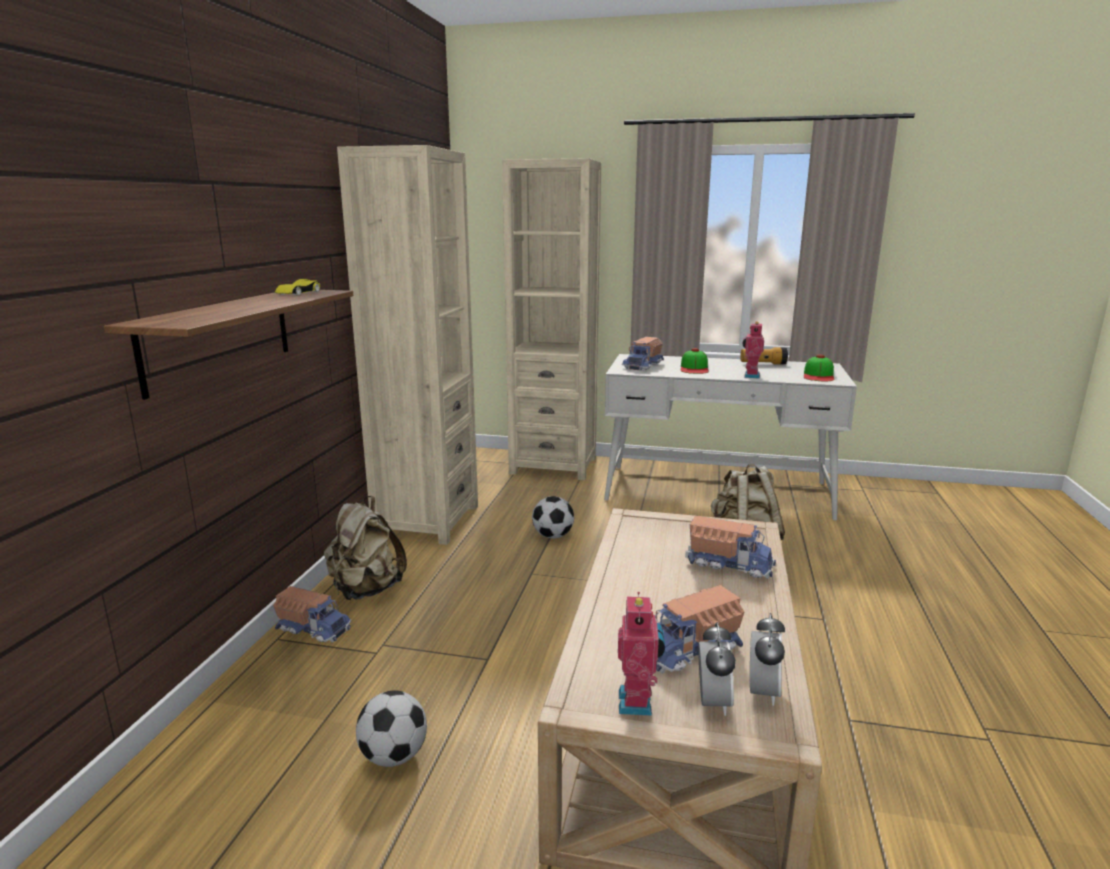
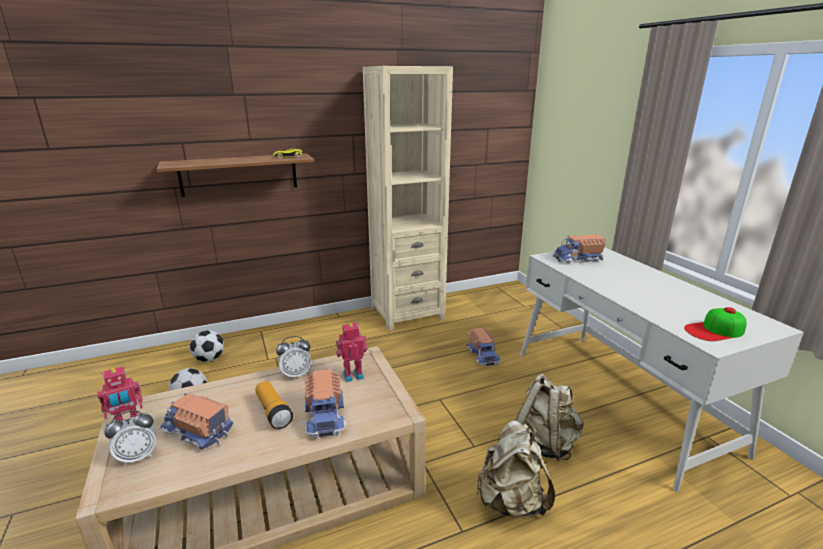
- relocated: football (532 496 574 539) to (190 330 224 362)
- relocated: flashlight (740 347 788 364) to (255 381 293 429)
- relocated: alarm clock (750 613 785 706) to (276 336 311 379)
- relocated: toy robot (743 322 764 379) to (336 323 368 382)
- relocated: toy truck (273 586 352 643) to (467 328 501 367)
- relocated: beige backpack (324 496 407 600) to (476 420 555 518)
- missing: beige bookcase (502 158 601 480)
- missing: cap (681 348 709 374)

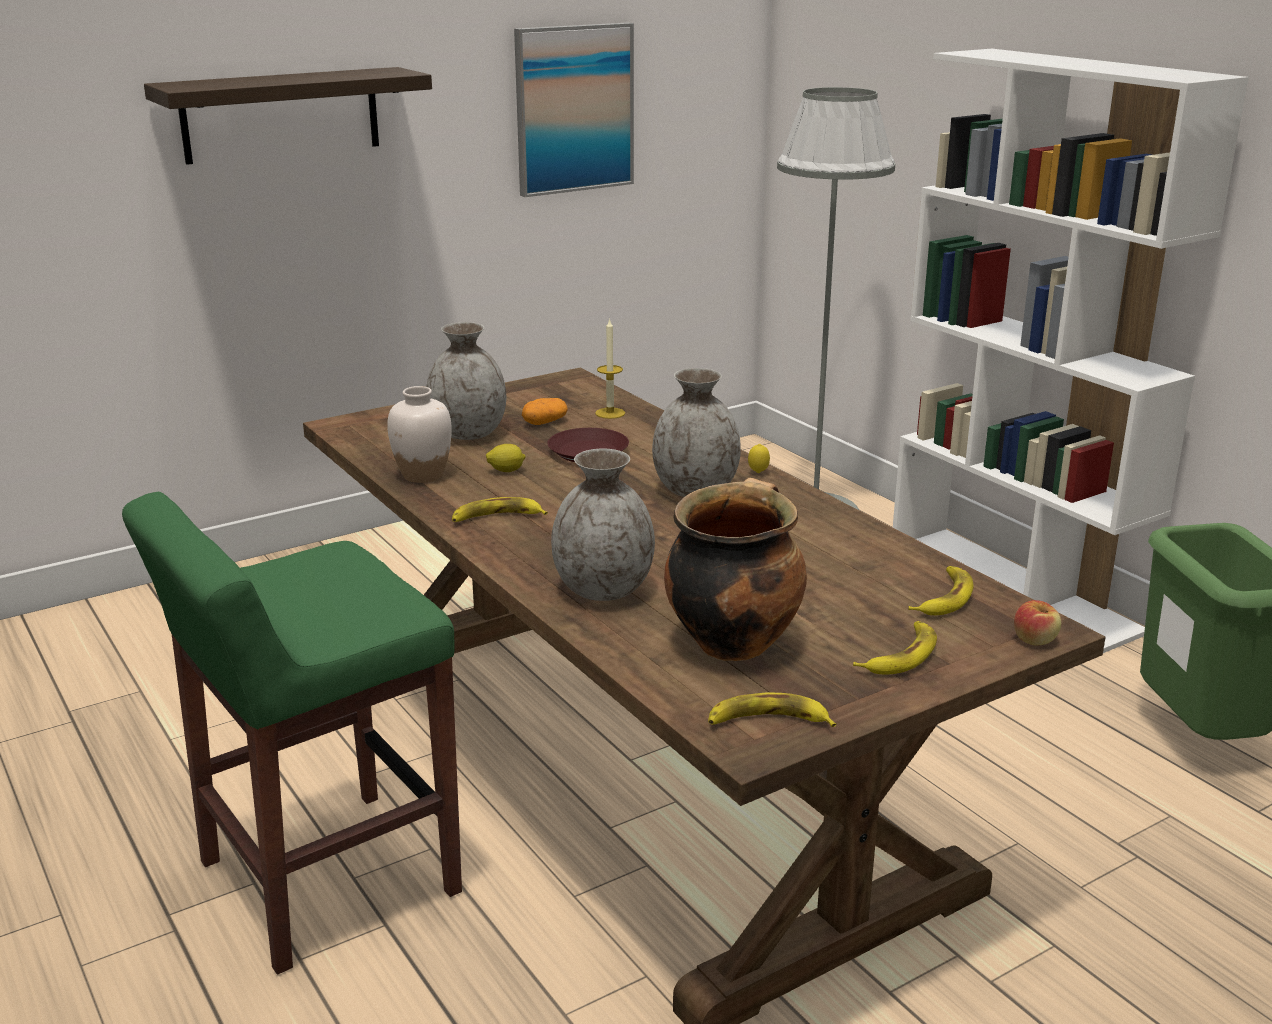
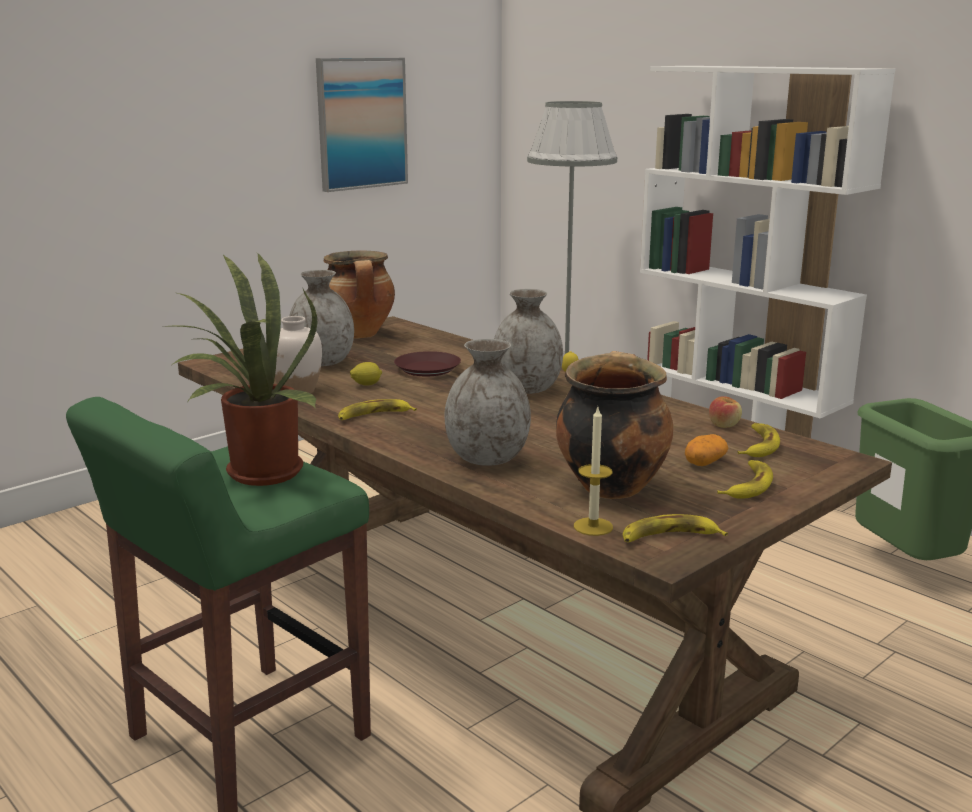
- appeared: potted plant (162 253 317 486)
- appeared: cooking pot (324 250 395 338)
- relocated: candle (595 318 625 419) to (574 407 613 536)
- relocated: potato (522 398 568 425) to (685 434 728 466)
- relocated: apple (1014 600 1061 645) to (709 396 742 428)
- missing: shelf (144 67 432 165)

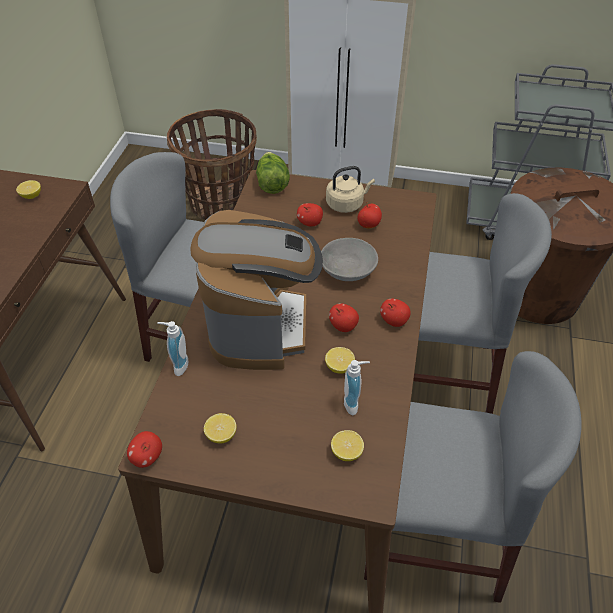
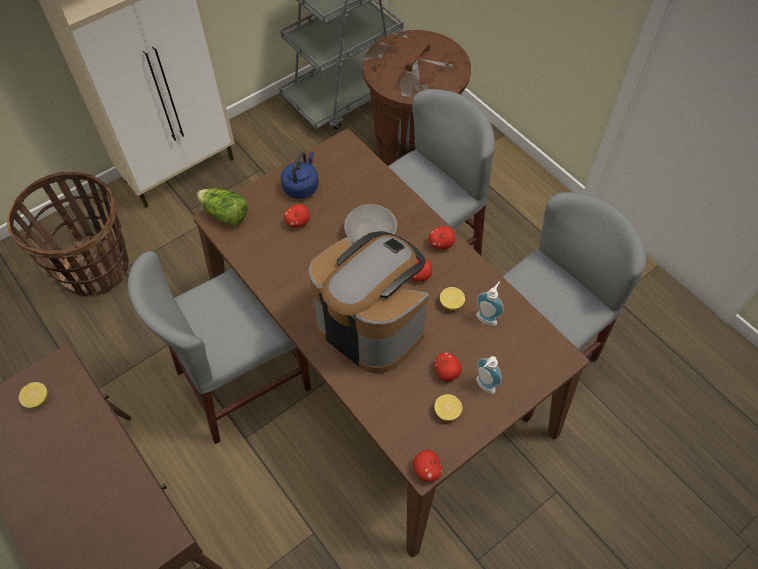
- colour: beige kettle (326 166 375 213) to blue kettle (281 151 319 199)
- relocated: apple (358 202 382 228) to (434 352 462 381)
- relocated: soap dispenser (157 321 189 376) to (476 356 502 394)
- missing: lemon (331 430 364 461)

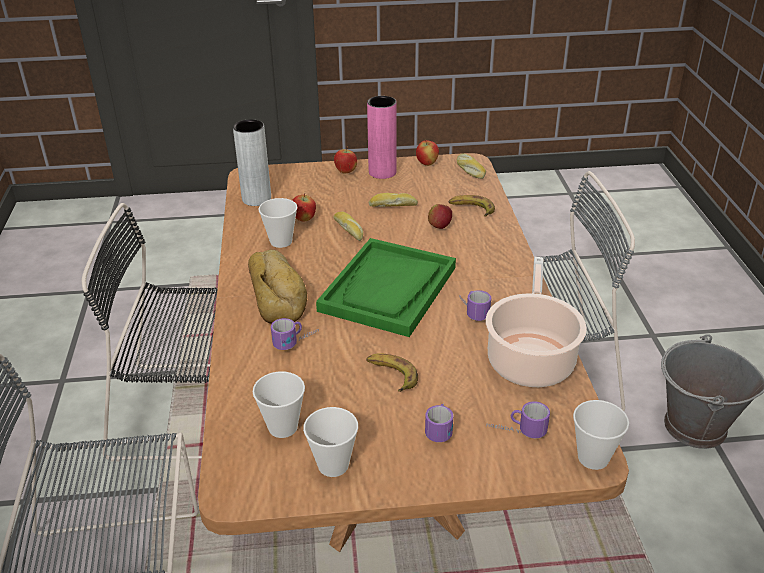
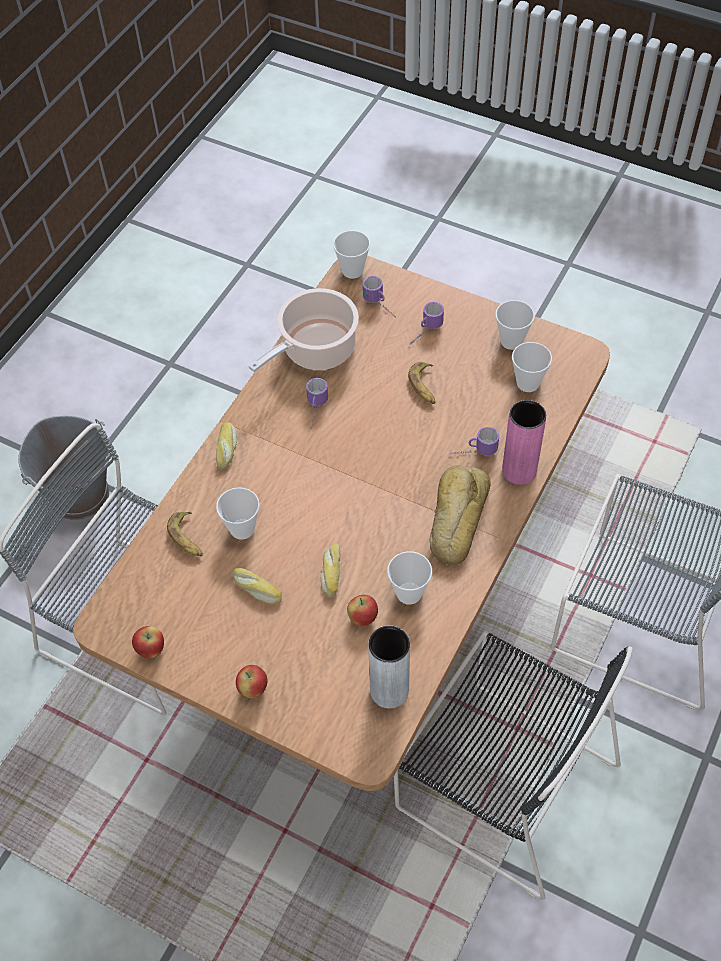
- relocated: bread (457 154 486 179) to (216 422 237 470)
- exchanged: apple (428 204 452 229) to cup (216 487 260 540)
- relocated: pink vase (367 96 397 179) to (502 400 547 485)
- missing: green tray (316 238 456 337)

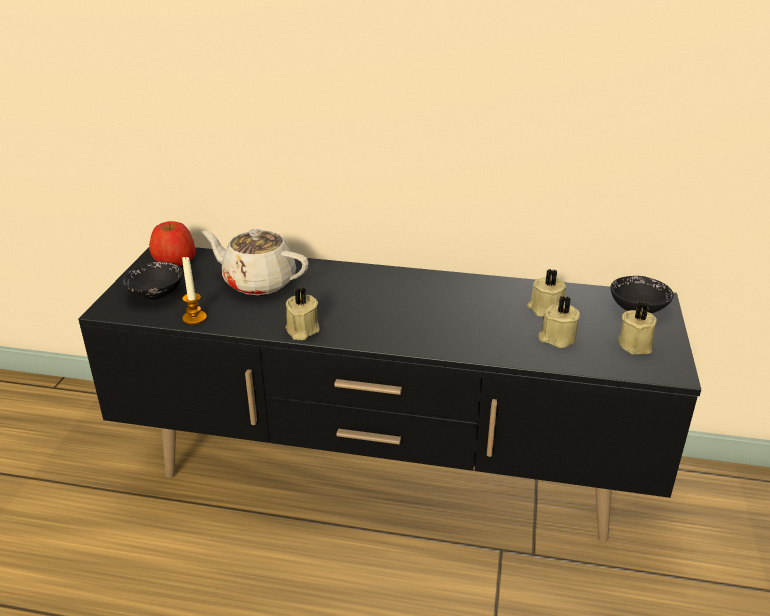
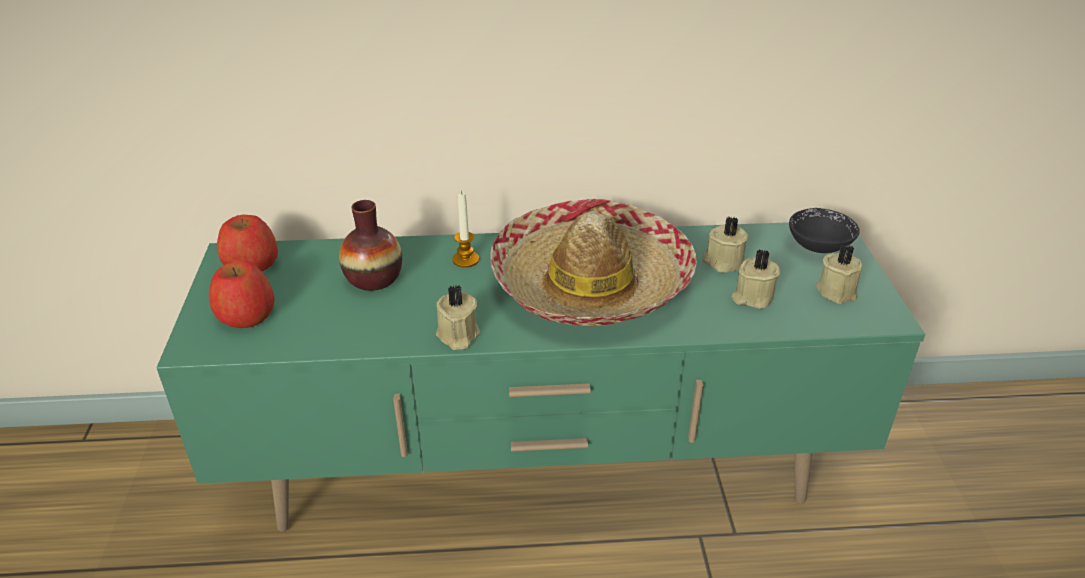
- colour: black tv stand (78 247 701 543) to green tv stand (156 222 925 532)
- exchanged: black bowl (122 262 183 299) to apple (208 260 274 328)
- exchanged: beige teapot (201 229 309 295) to vase (339 200 402 291)
- relocated: candle (182 256 207 325) to (452 191 479 268)
- appeared: hat (490 199 697 326)

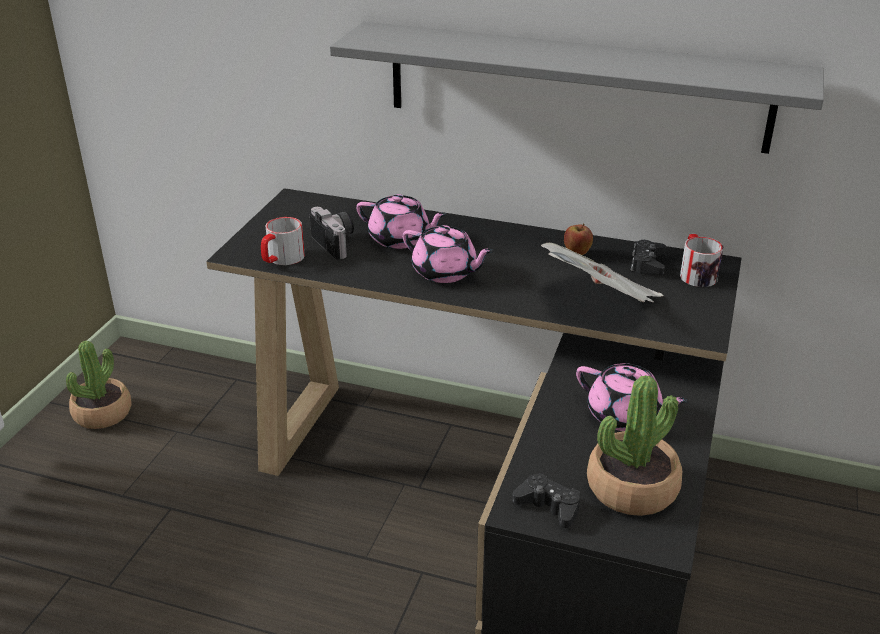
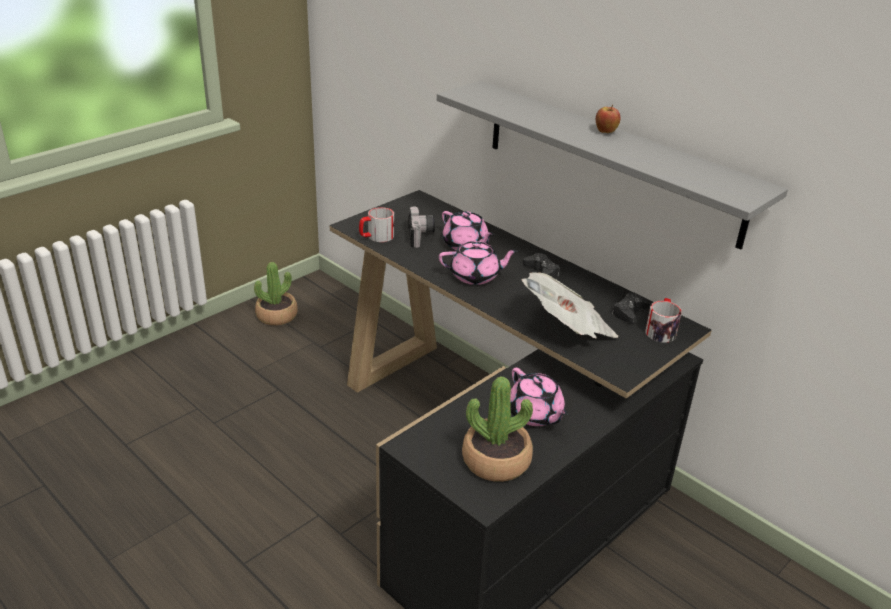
- spun: pink teapot (402 225 494 283) = (439 241 518 285) 60 degrees counterclockwise
- relocated: black game controller (512 473 580 528) to (523 253 559 278)
- relocated: apple (564 223 593 255) to (596 105 620 133)

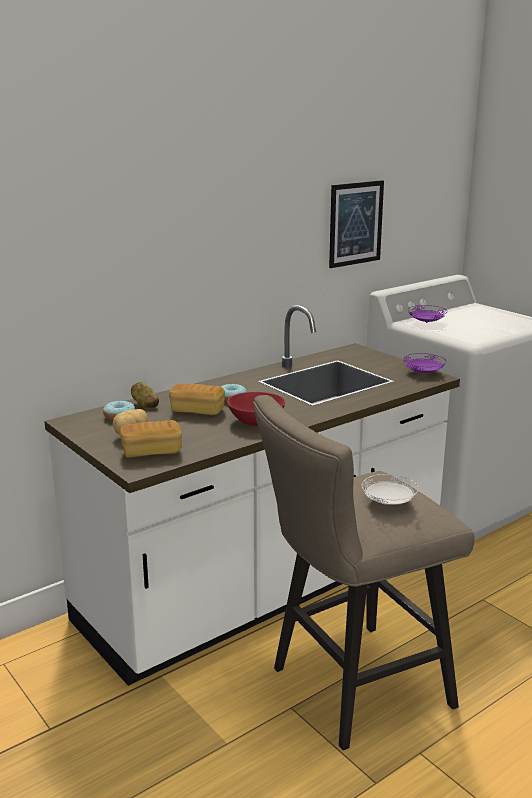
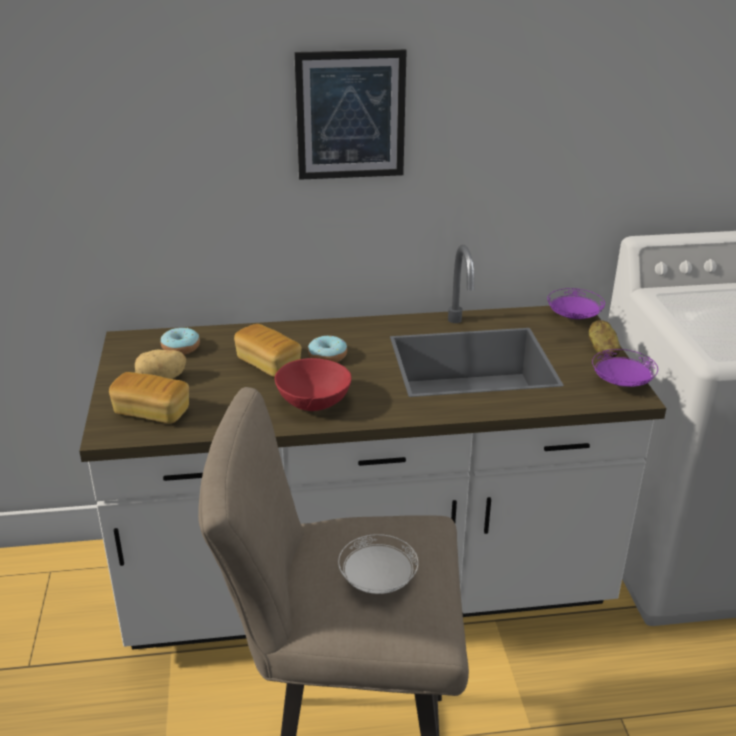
- relocated: picture (329 180 384 268) to (294 49 407 180)
- relocated: purple plate (408 305 448 323) to (547 288 605 319)
- relocated: potato (131 382 159 408) to (589 320 620 358)

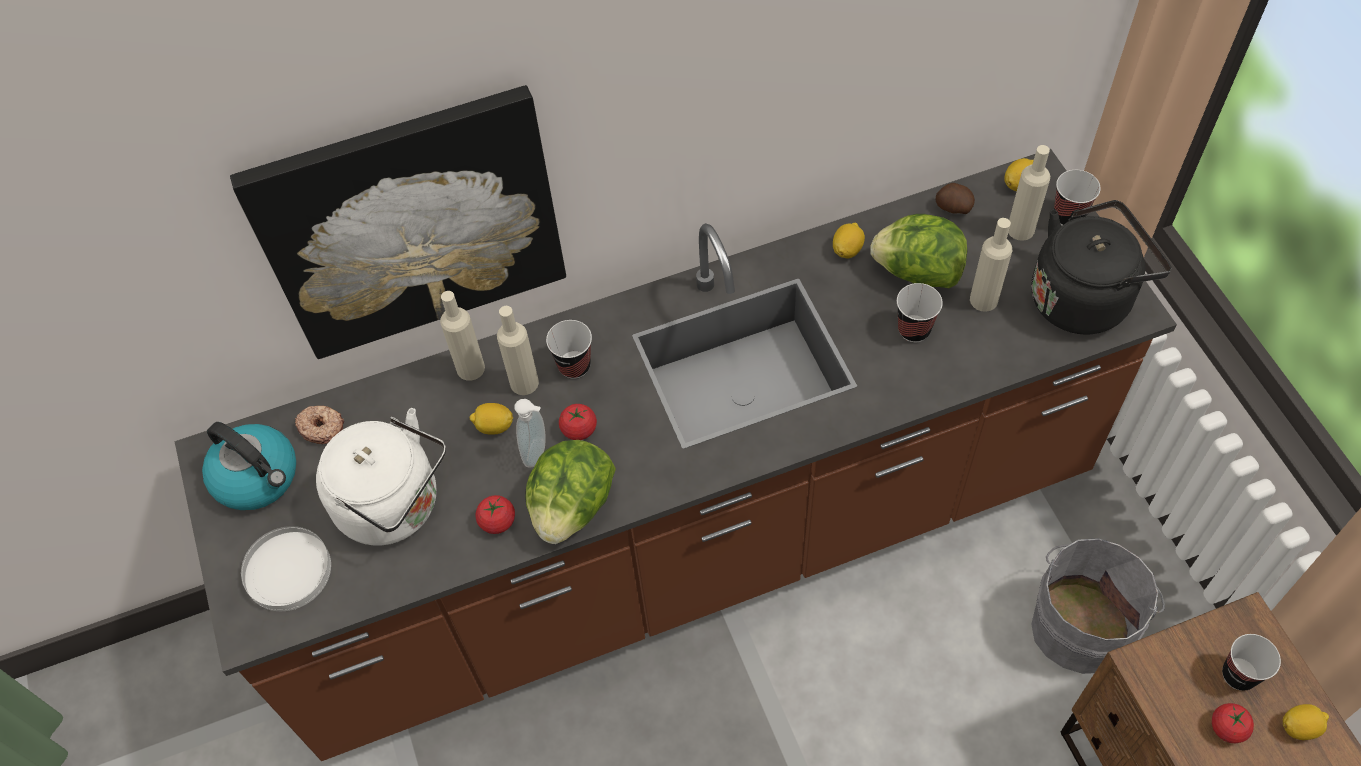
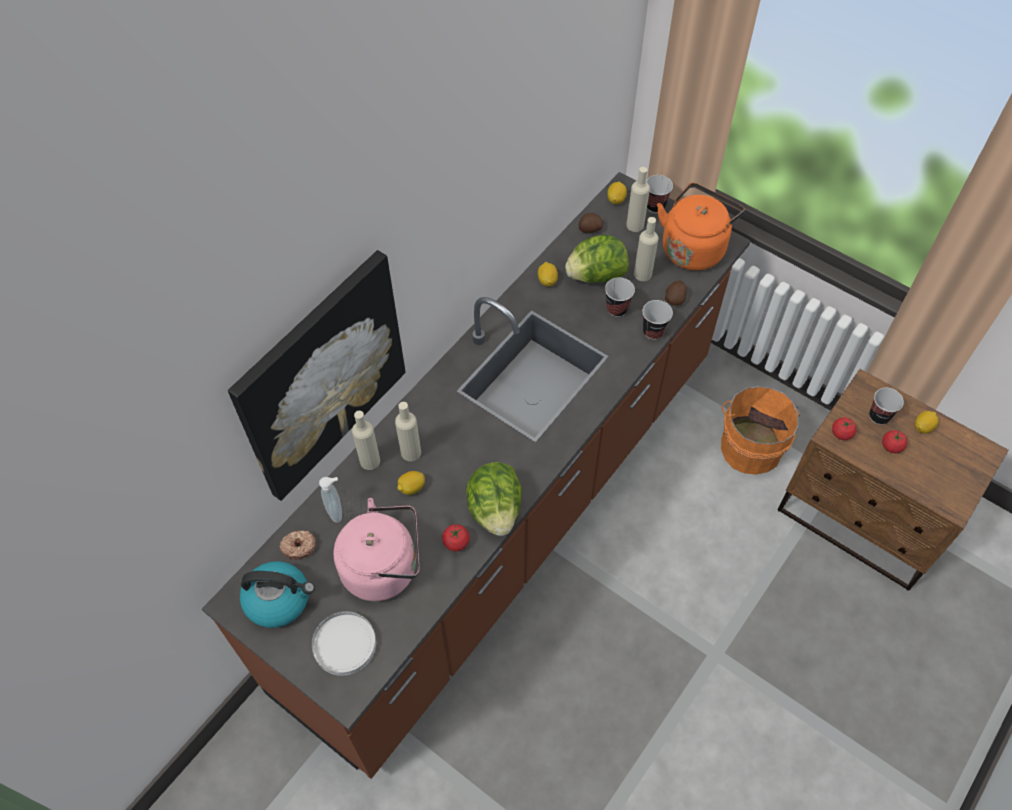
- relocated: soap dispenser (515 399 546 467) to (319 477 342 523)
- colour: white kettle (316 408 446 546) to pink kettle (333 498 420 601)
- relocated: cup (546 320 592 379) to (642 300 673 340)
- colour: black kettle (1031 200 1171 335) to orange kettle (657 183 745 271)
- appeared: potato (665 281 687 306)
- colour: grey bucket (1031 539 1165 674) to orange bucket (721 386 802 474)
- relocated: tomato (559 404 597 440) to (832 417 857 440)

